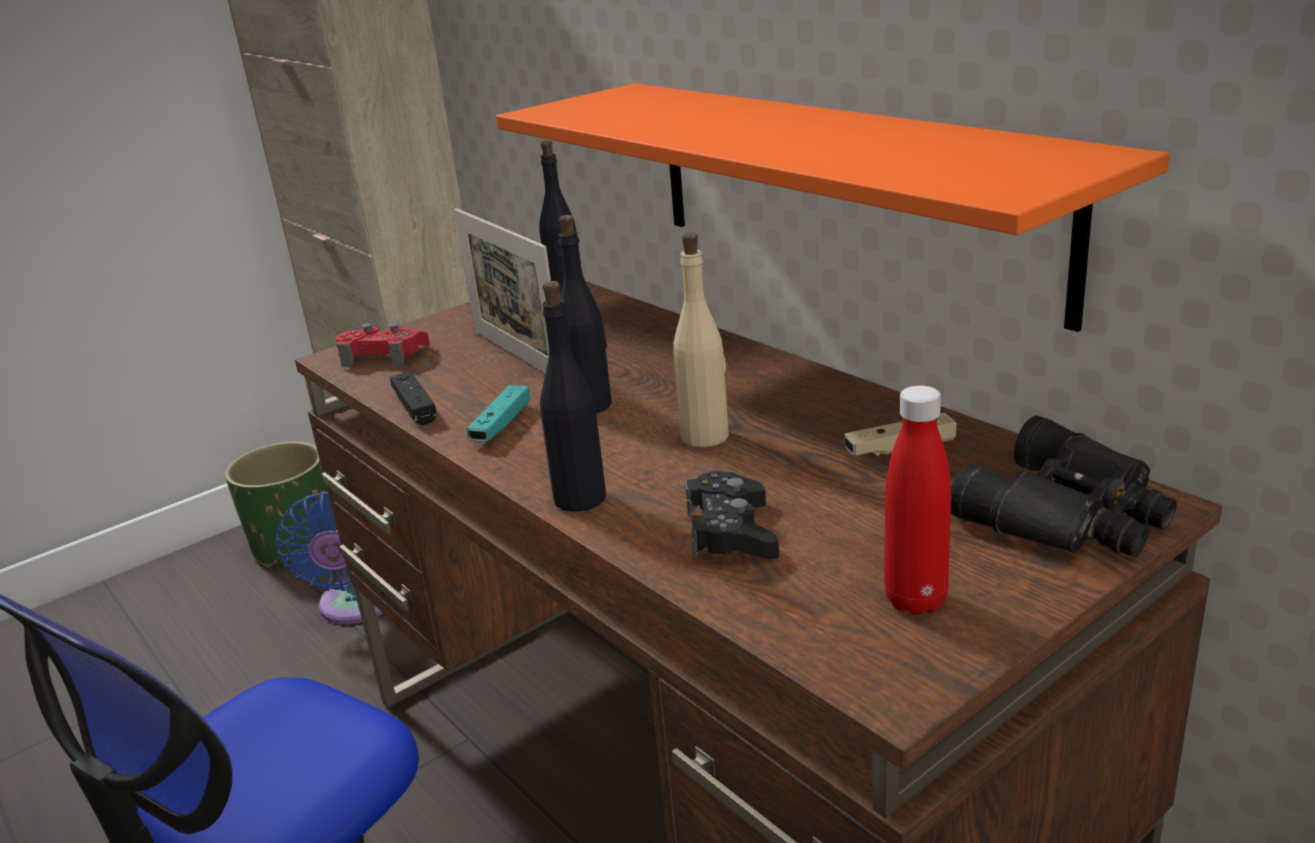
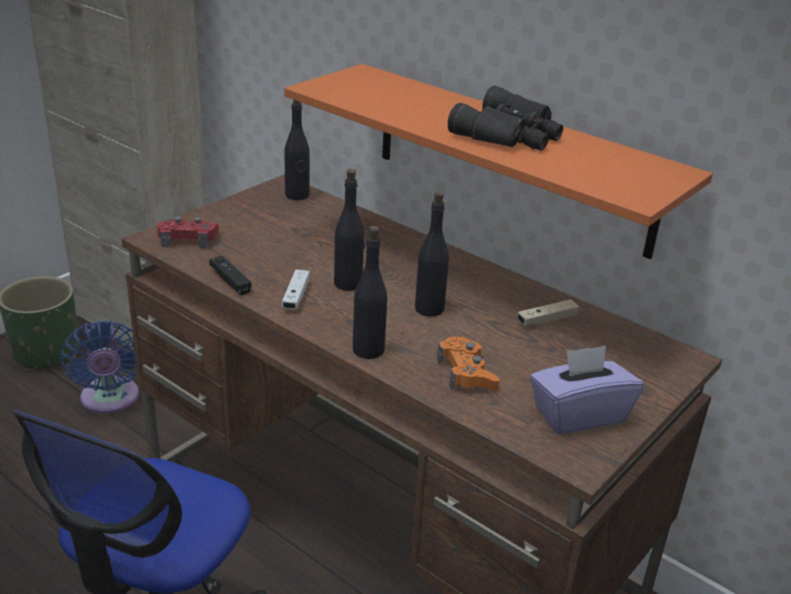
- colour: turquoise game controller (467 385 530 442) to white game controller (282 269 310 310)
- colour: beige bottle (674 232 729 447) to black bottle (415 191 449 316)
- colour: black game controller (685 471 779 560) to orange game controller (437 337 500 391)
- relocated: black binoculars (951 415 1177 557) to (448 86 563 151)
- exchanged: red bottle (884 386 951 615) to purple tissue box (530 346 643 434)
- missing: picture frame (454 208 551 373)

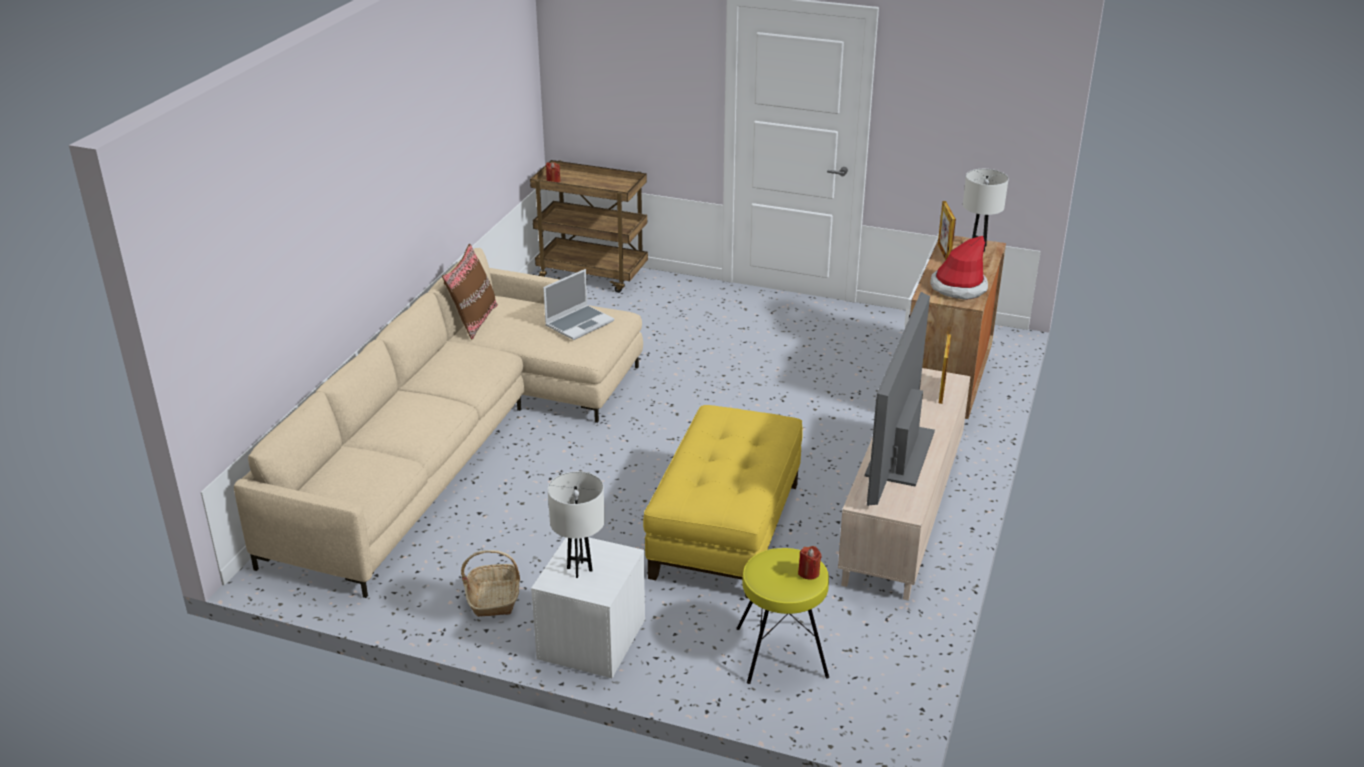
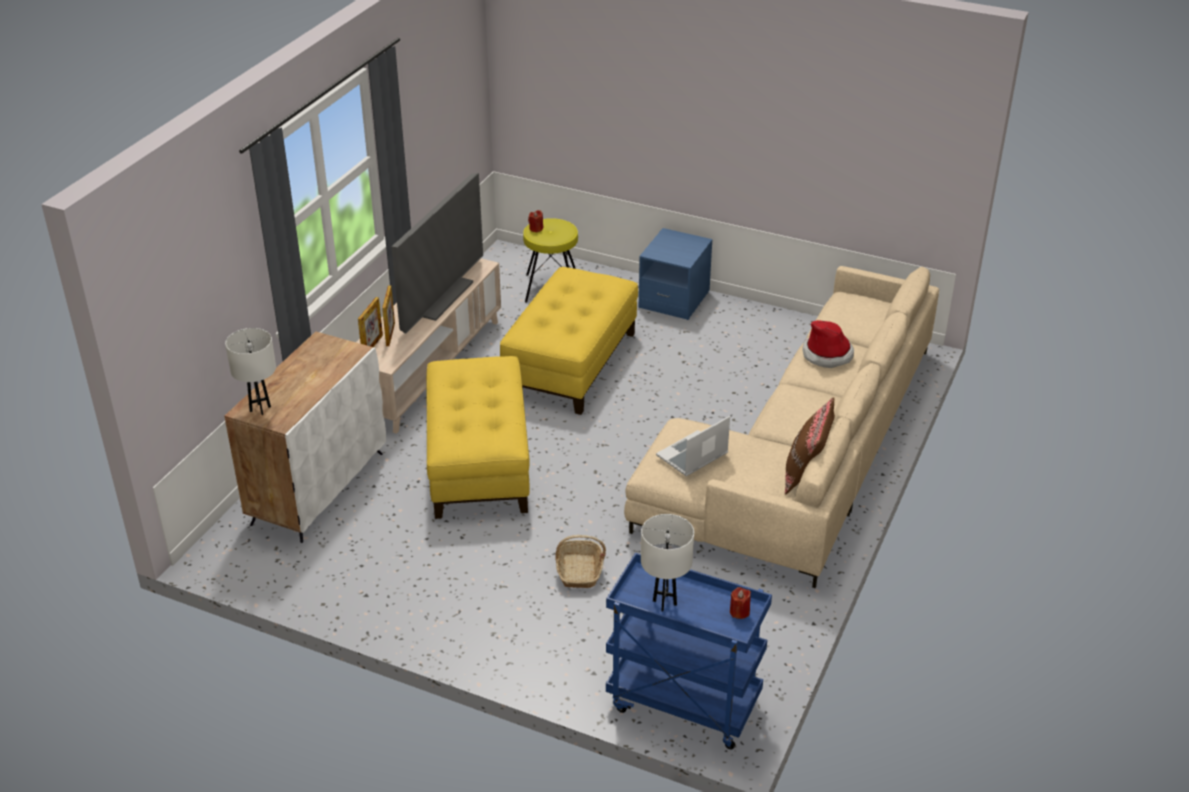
- relocated: picture frame (938 201 956 260) to (382 286 395 346)
- appeared: yellow ottoman (426 356 530 519)
- relocated: basket (461 550 520 617) to (555 535 606 588)
- colour: brown cart (530 160 648 293) to blue cart (606 553 772 750)
- colour: white nightstand (531 537 645 678) to blue nightstand (639 228 713 320)
- relocated: white table lamp (548 471 605 578) to (641 514 694 612)
- relocated: hat (930 236 988 300) to (802 320 854 368)

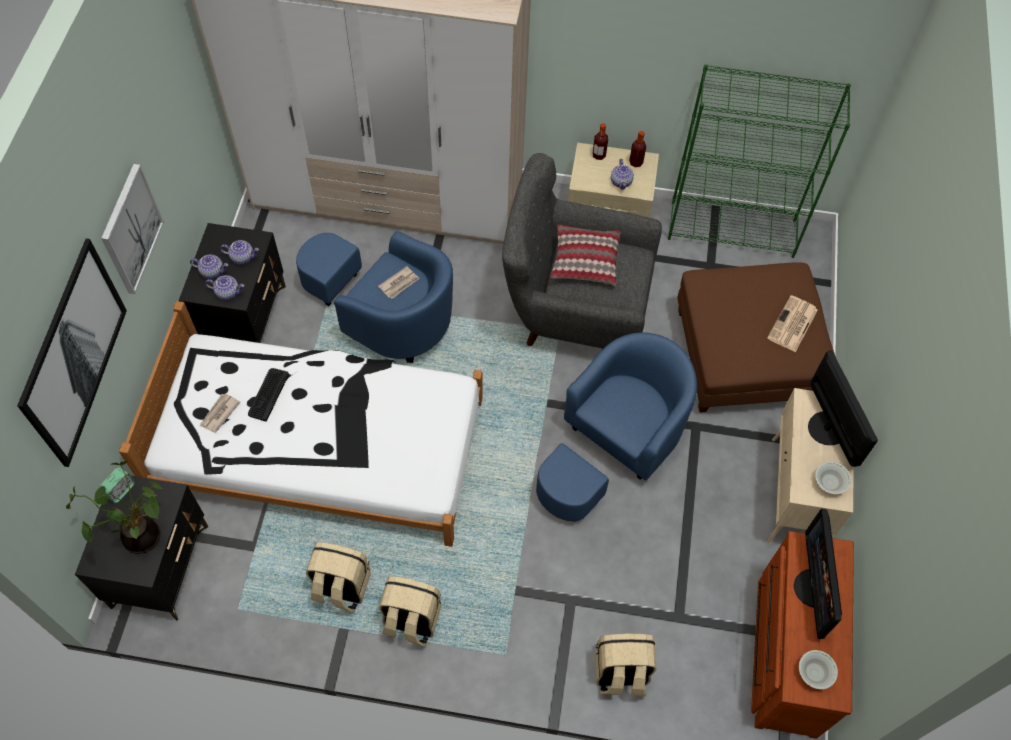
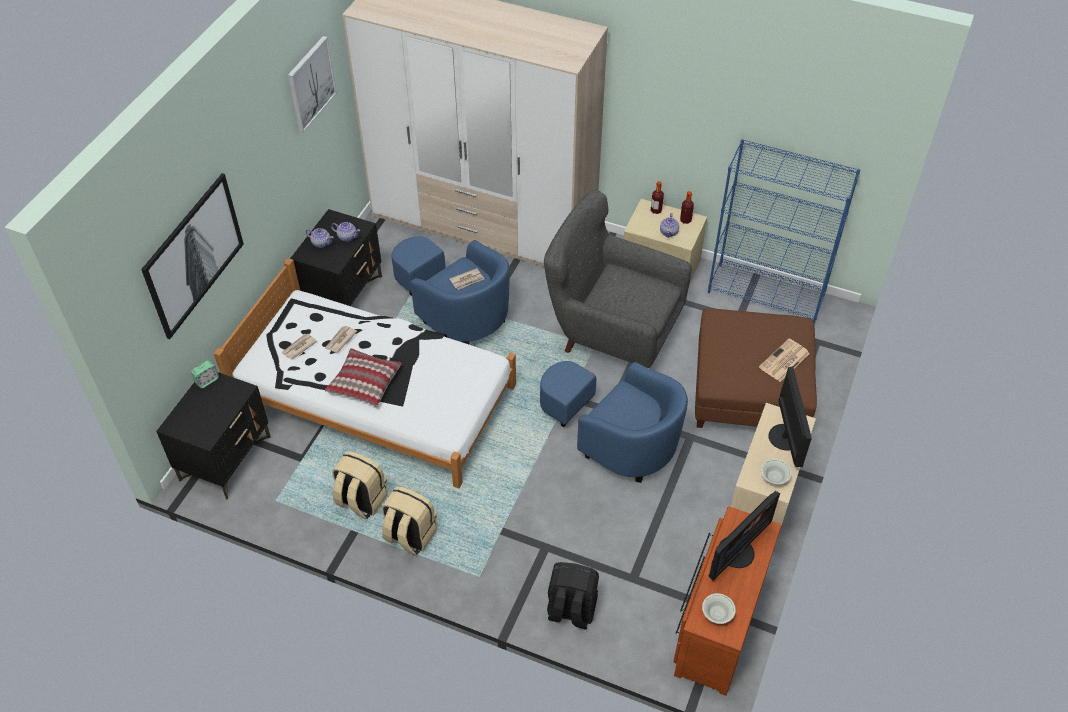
- relocated: picture (101 164 164 294) to (288 36 337 133)
- exchanged: keyboard (248 368 289 421) to newspaper (325 326 357 353)
- relocated: pillow (550 224 621 286) to (325 348 402 407)
- spun: blue armchair (536 332 697 522) = (540 361 688 483) 75 degrees clockwise
- colour: beige backpack (595 633 657 696) to black backpack (547 562 599 630)
- colour: green bookcase (668 65 851 258) to blue bookcase (708 139 860 324)
- spun: monitor (794 509 842 639) = (709 491 780 581) 150 degrees counterclockwise
- missing: potted plant (66 461 162 554)
- missing: teapot (205 275 245 300)

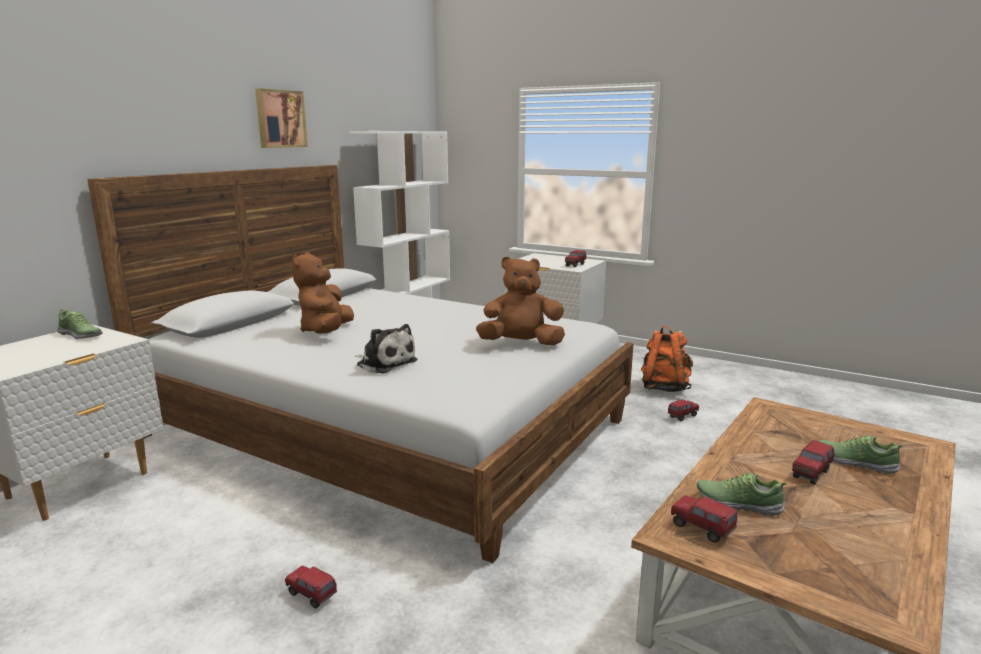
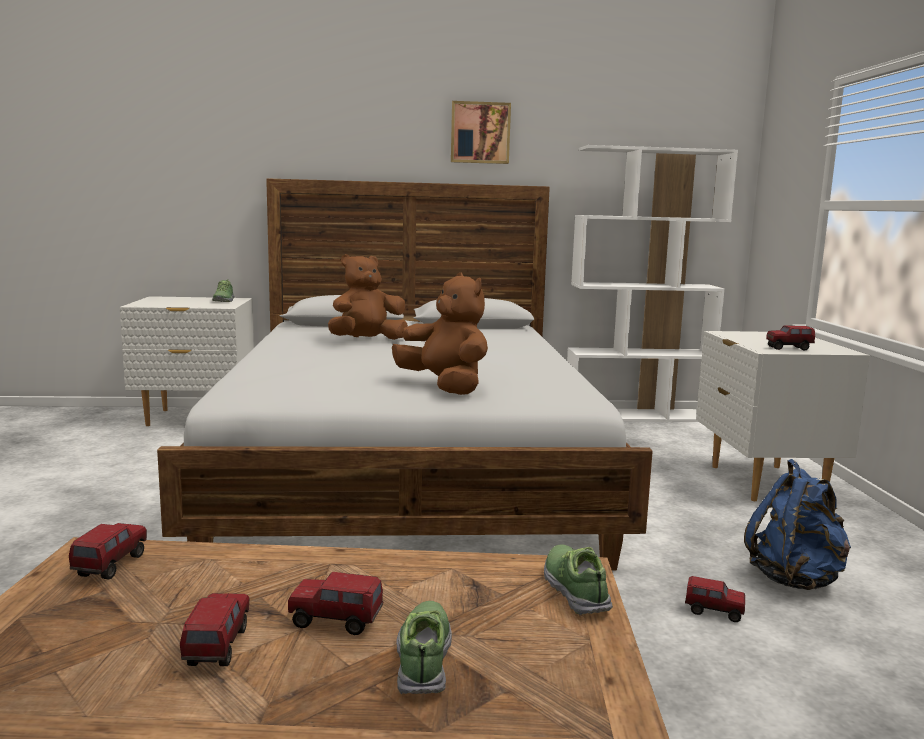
- relocated: toy truck (285 566 337 608) to (180 593 249 666)
- relocated: shoe (697 472 787 516) to (544 545 613 615)
- colour: orange backpack (641 326 693 392) to blue backpack (744 459 851 590)
- missing: plush toy (355 324 417 374)

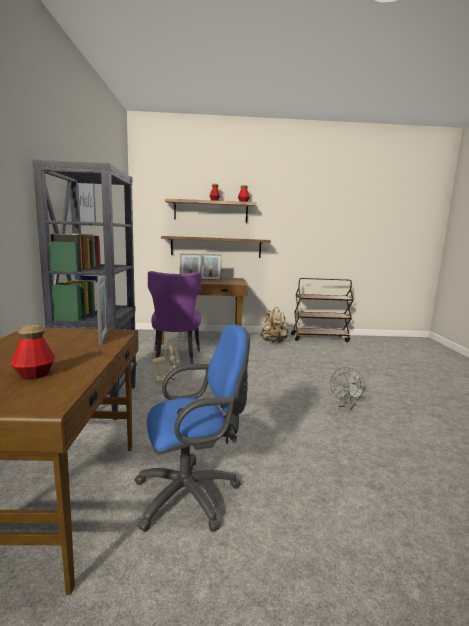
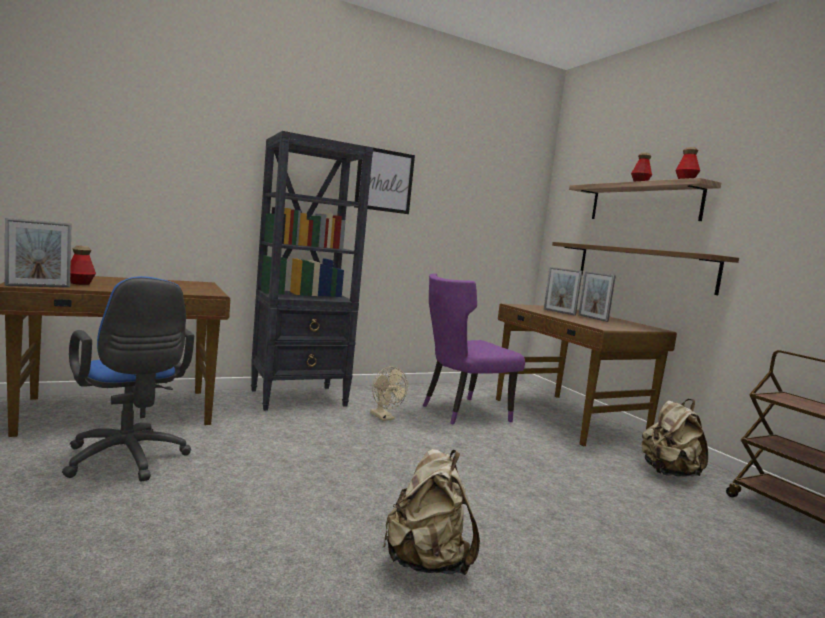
- relocated: picture frame (96 276 108 345) to (5 218 71 288)
- exchanged: grey fan (330 367 365 412) to beige backpack (382 449 480 575)

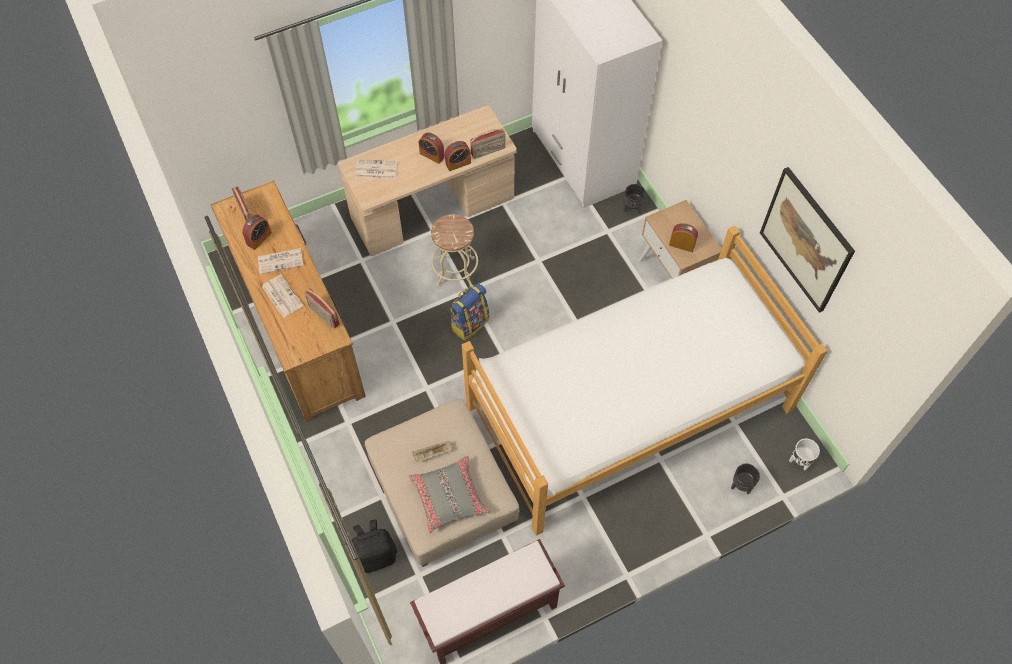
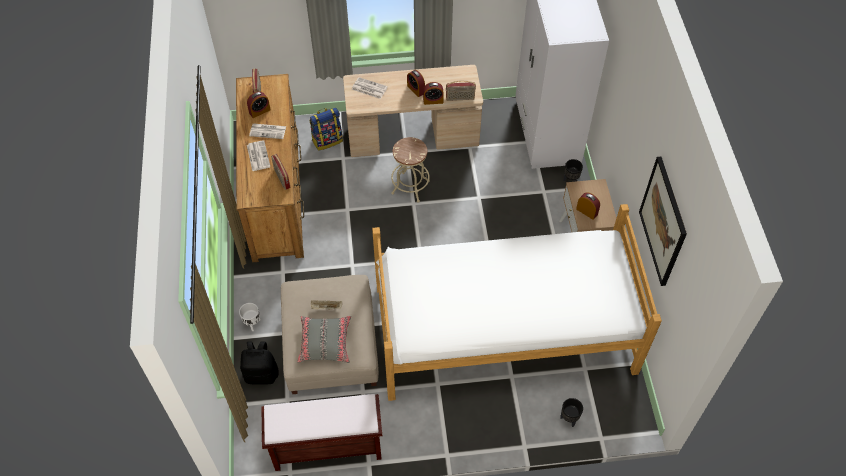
- relocated: white planter (789 439 820 471) to (239 303 260 331)
- relocated: backpack (450 283 489 341) to (310 107 343 151)

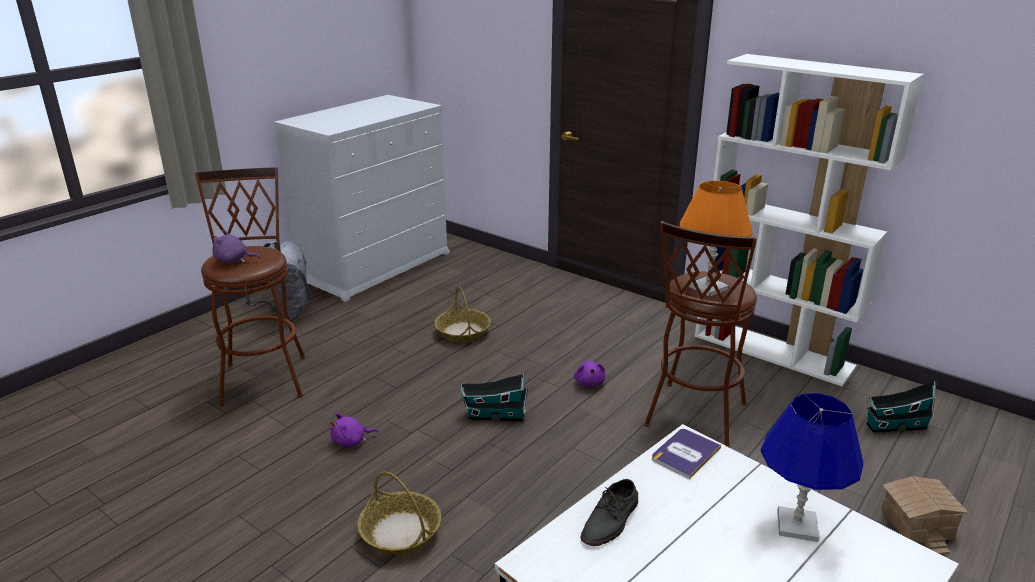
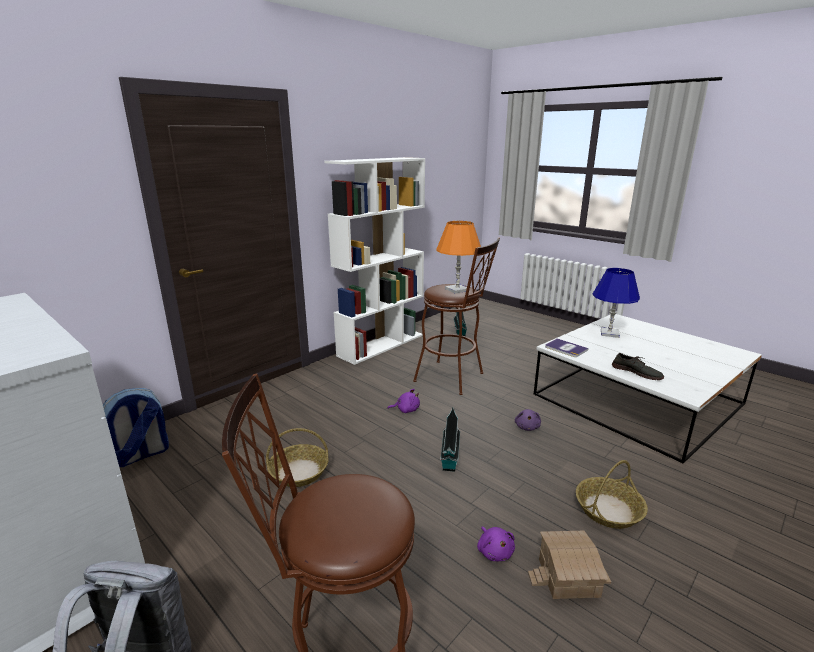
- appeared: backpack (103 388 169 467)
- relocated: purple plush toy (212 230 260 263) to (515 409 541 431)
- relocated: toy house (882 476 969 555) to (528 531 611 599)

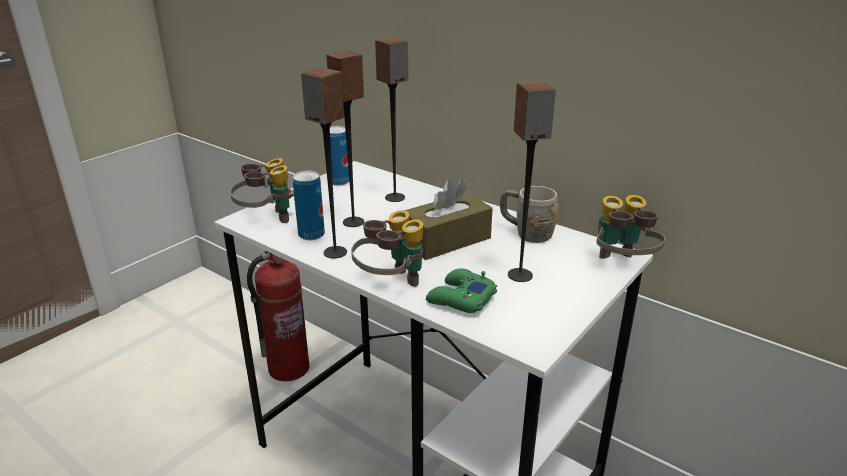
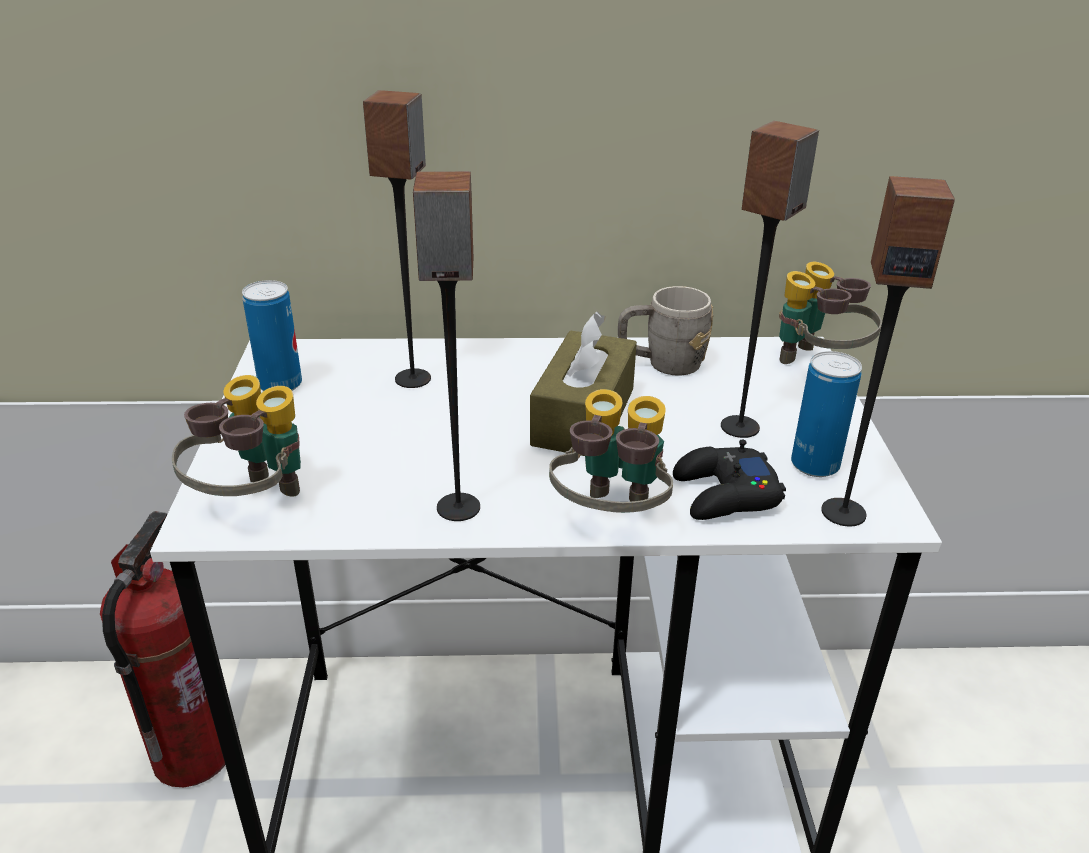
- colour: green game controller (426 268 497 313) to black game controller (673 439 786 520)
- relocated: can (292 171 325 240) to (791 351 862 477)
- relocated: speaker (326 51 364 227) to (821 176 955 526)

